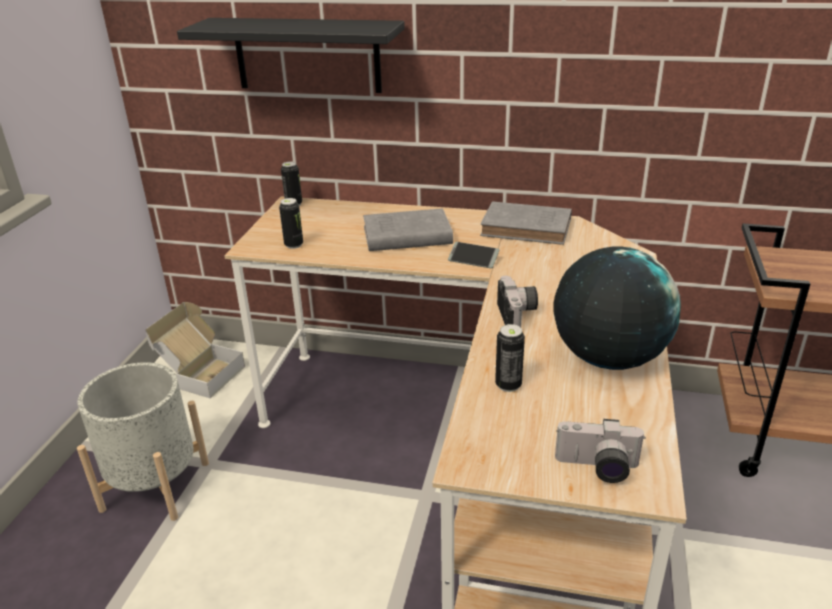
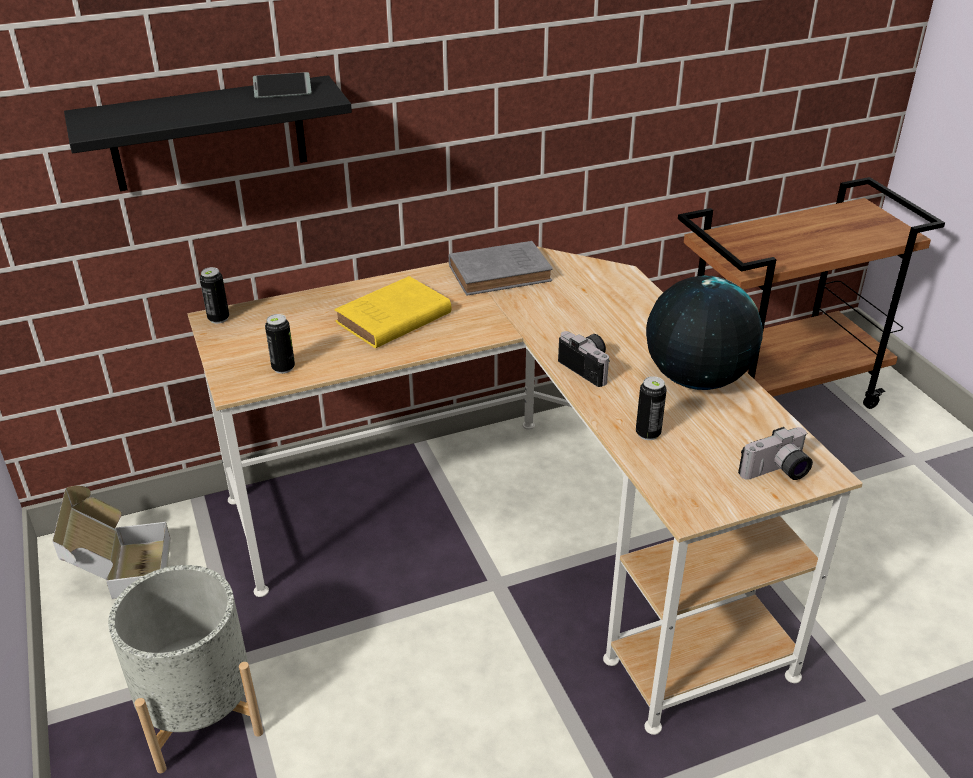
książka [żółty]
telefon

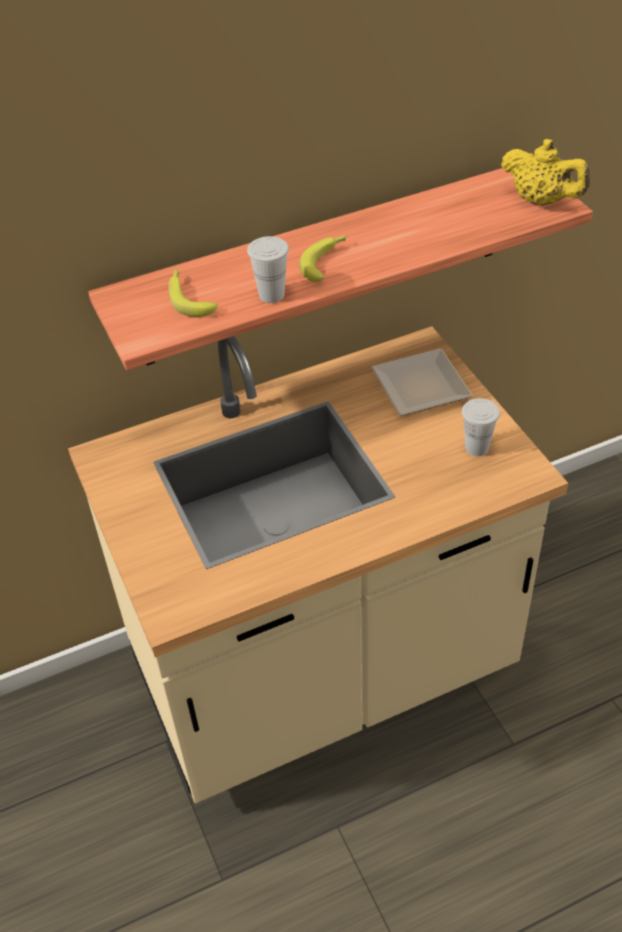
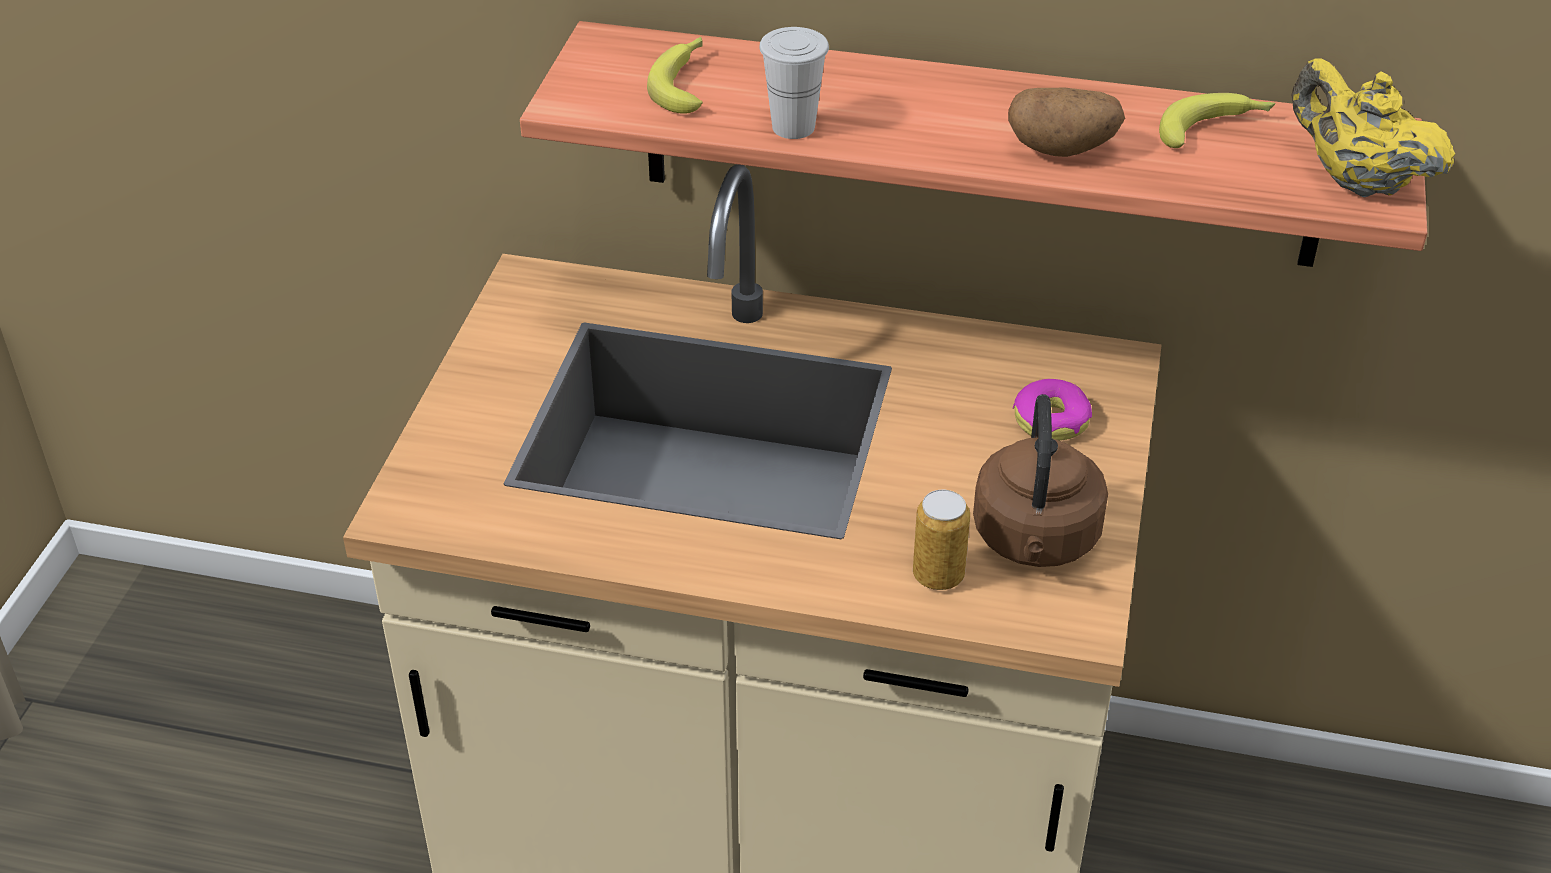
banan (no. 2 from left)
donut
czajnik [brązowy]
imbryk [żółty]
puszka
ziemniak

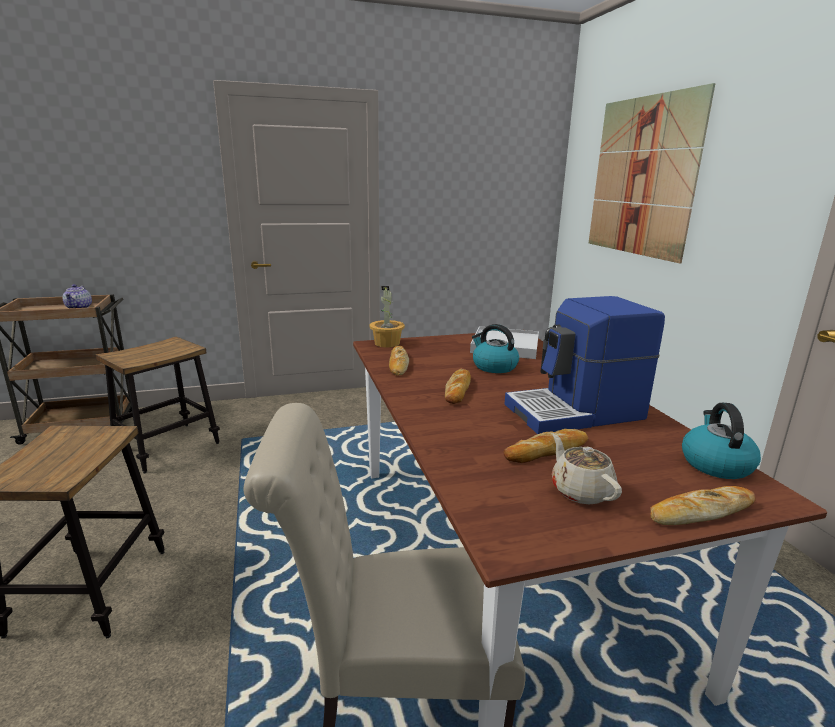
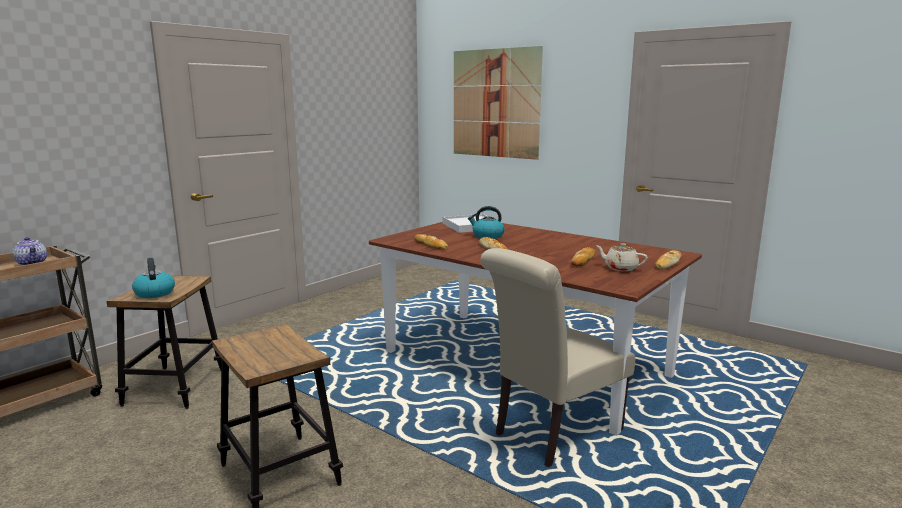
roślina doniczkowa
ekspres do kawy
czajnik (no. 1 from left)

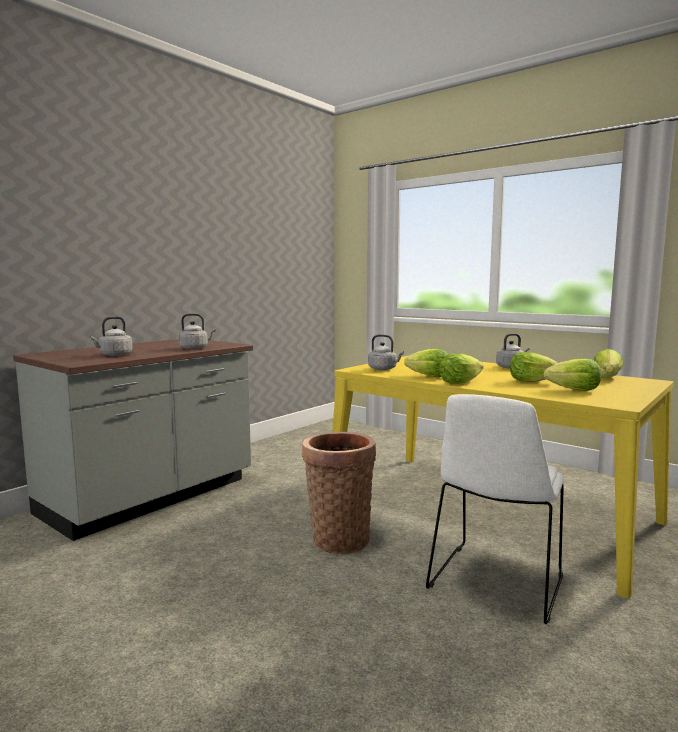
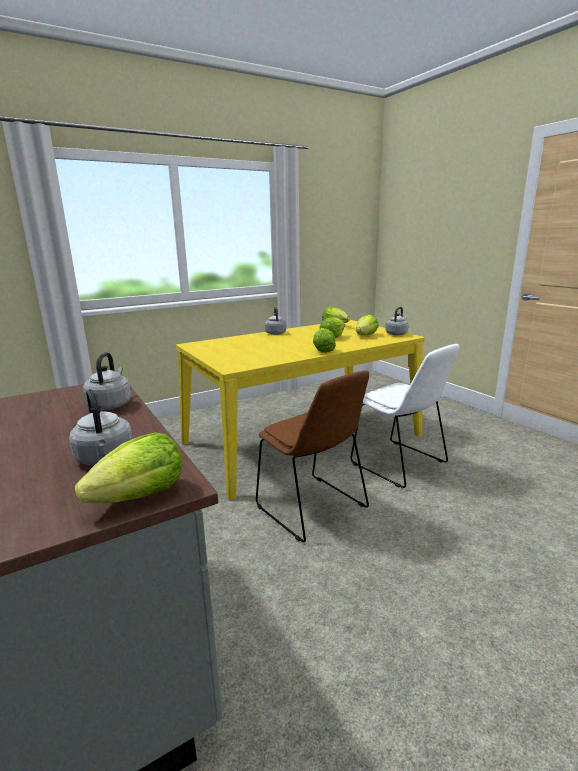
krzesło [brązowy]
czajnik [szary] (no. 4 from left)
sałata (no. 1 from left)

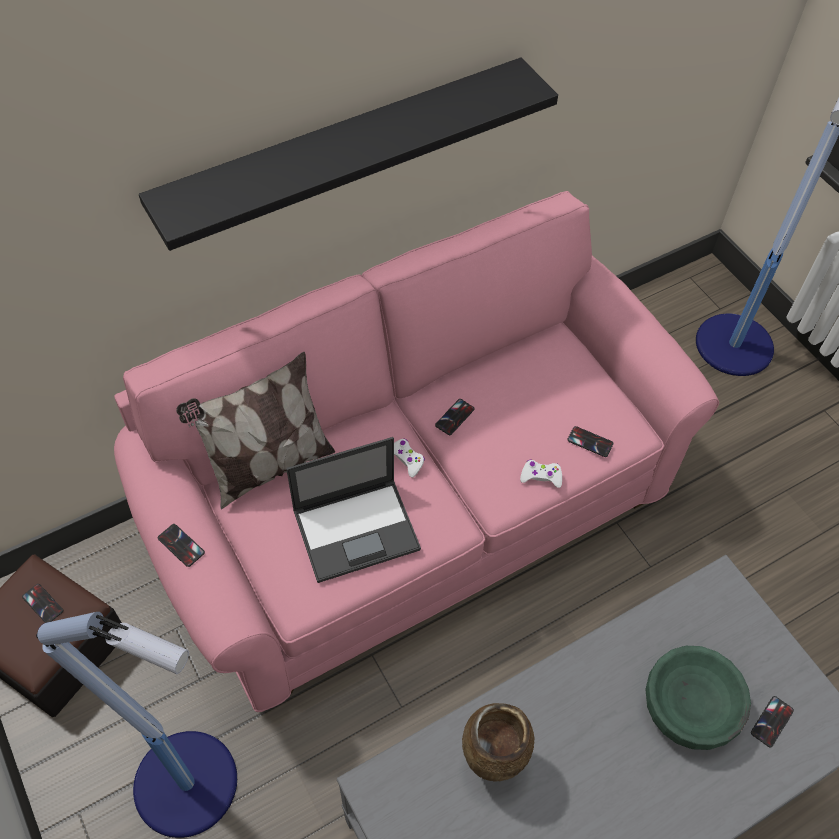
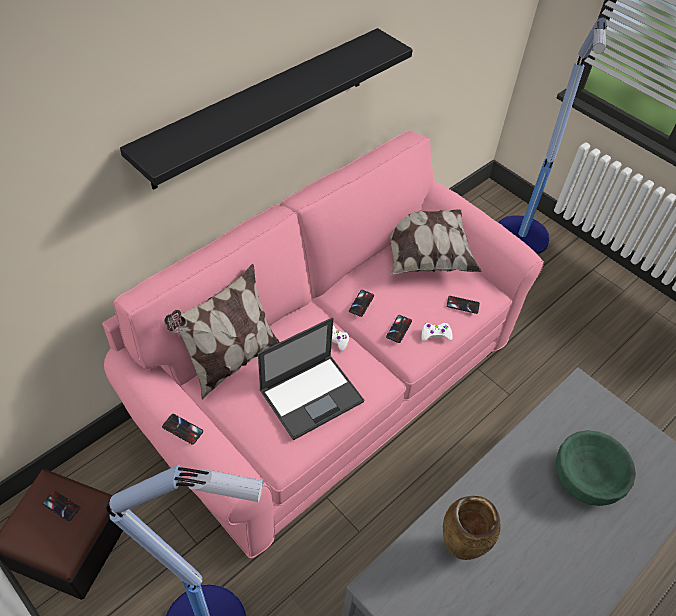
telefon (no. 4 from left)
poduszka (no. 2 from left)

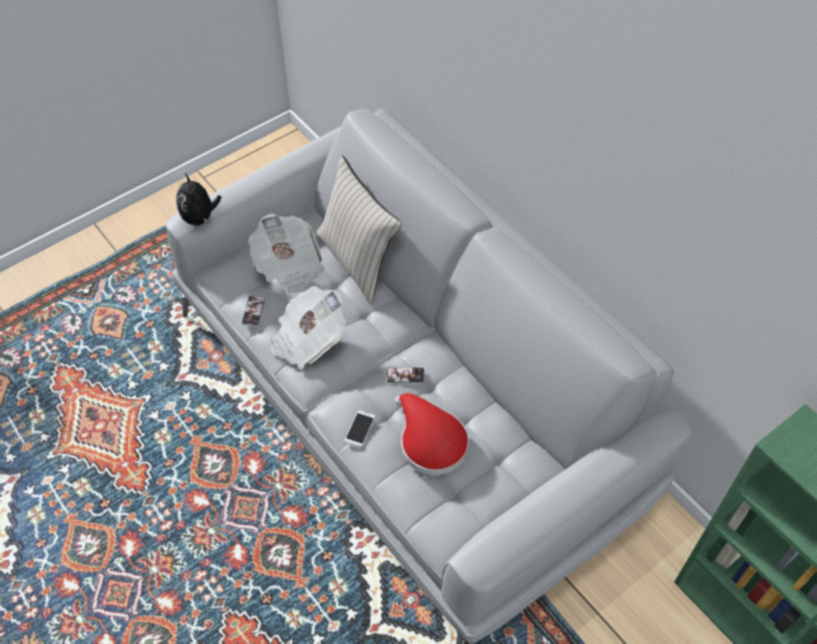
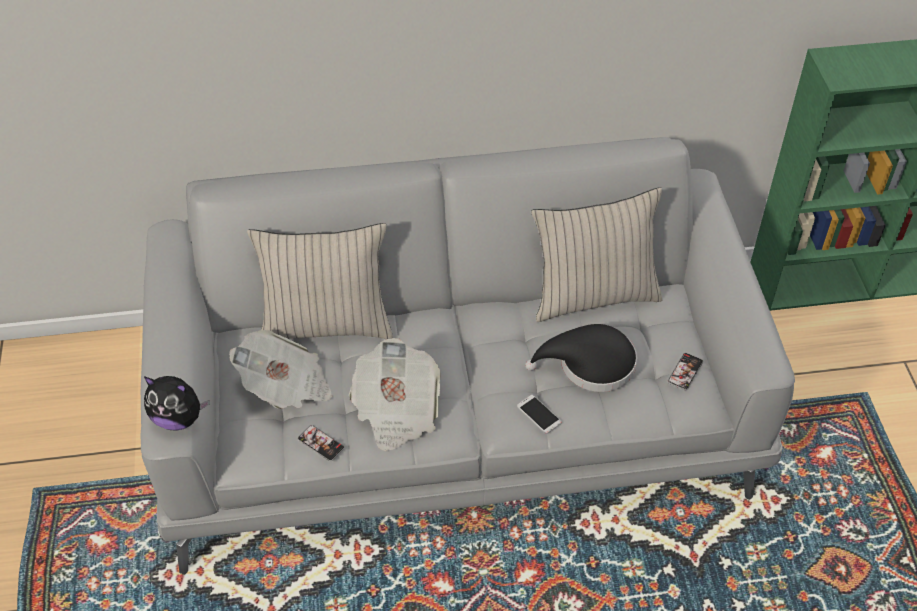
telefon (no. 3 from left)
kapelusz [czarny]
poduszka [beżowy] (no. 2 from left)

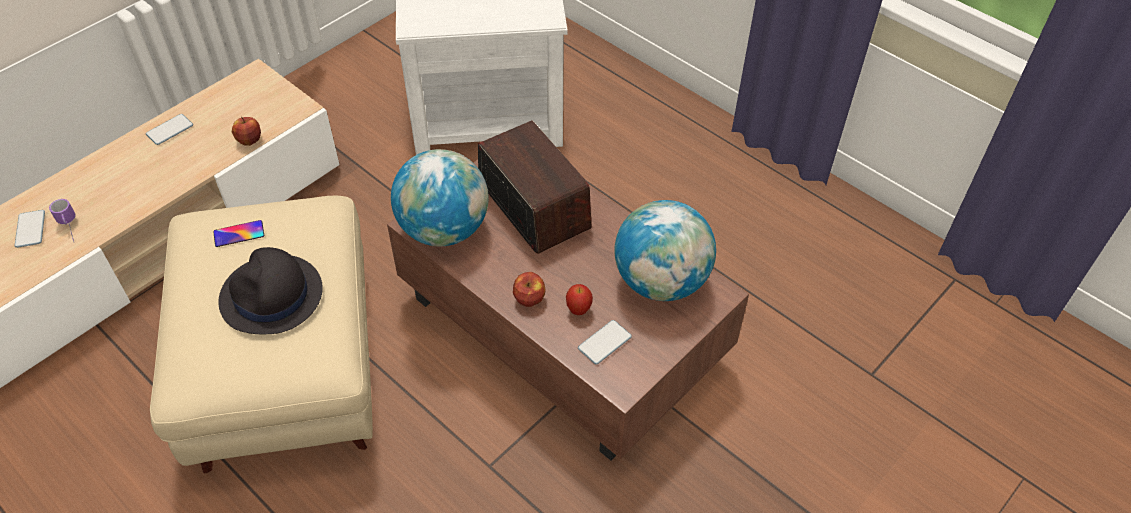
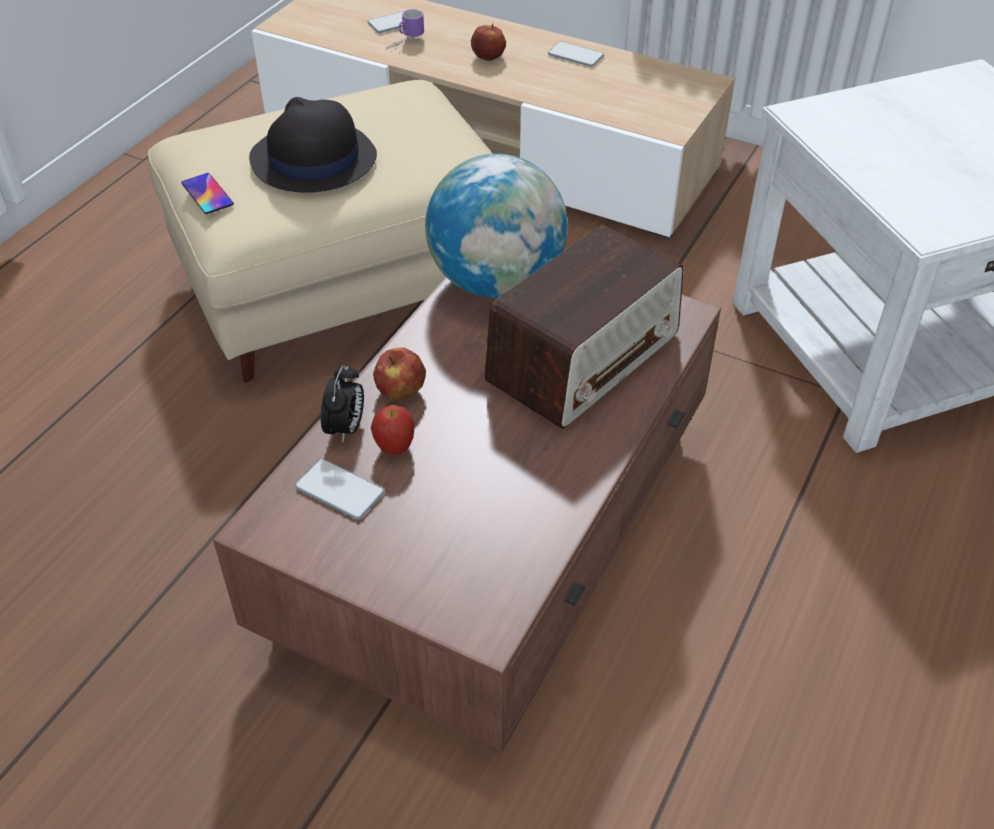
telefon (no. 1 from left)
jabłko (no. 3 from left)
globus (no. 2 from left in the first image)
budzik

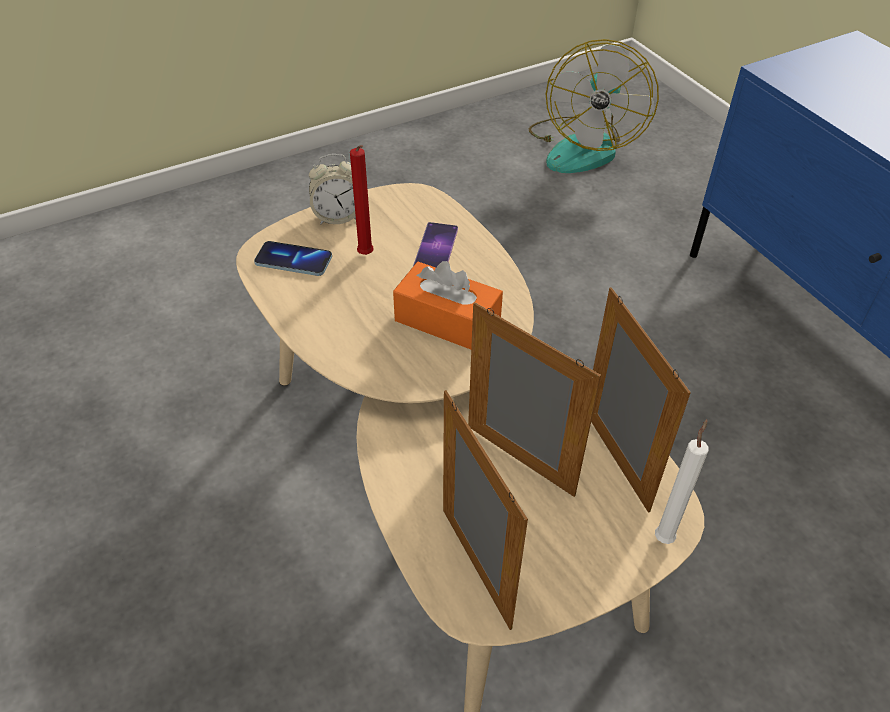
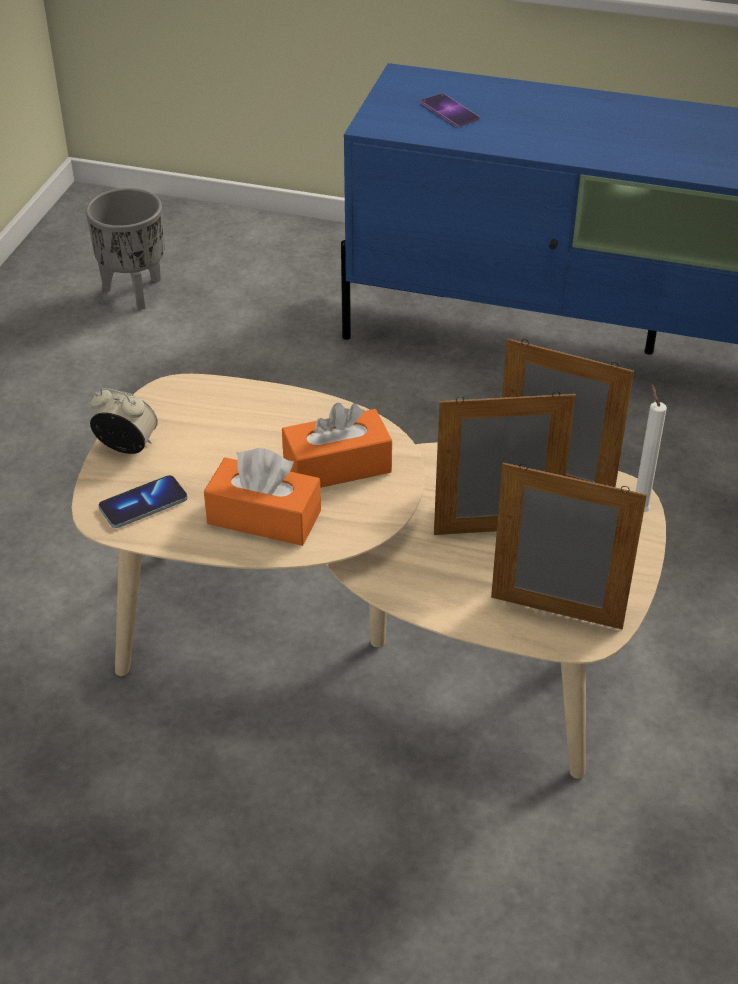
budzik
świeca [czerwony]
telefon (no. 2 from left)
donica [szary]
pudełko chusteczek [pomarańczowy] (no. 1 from left)

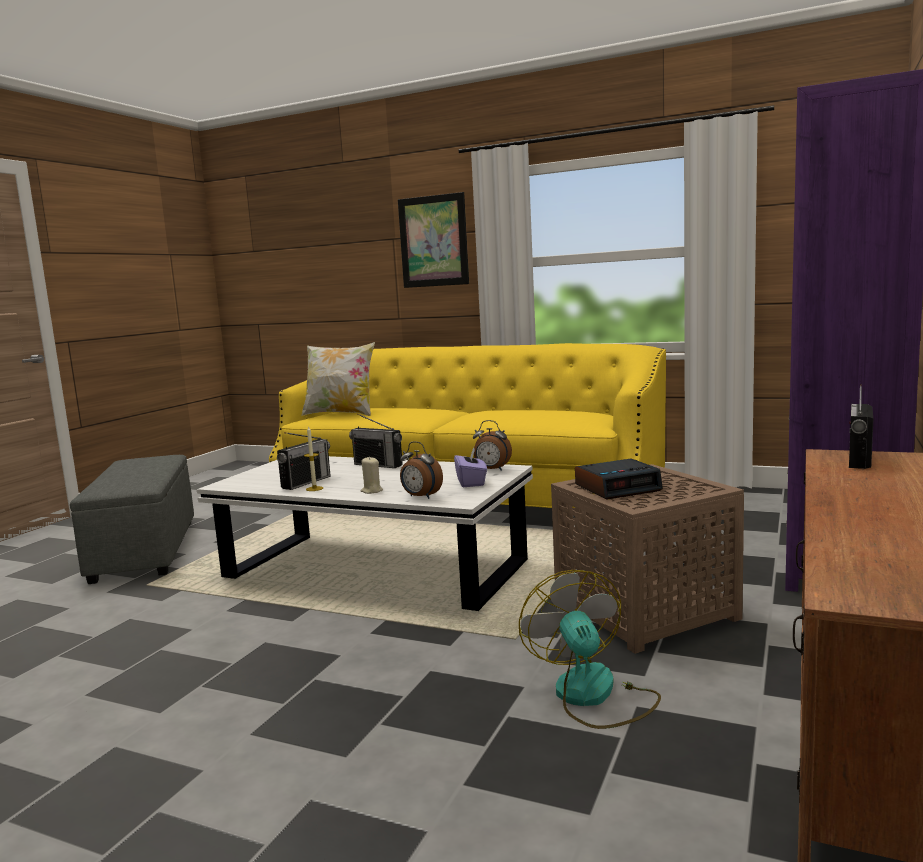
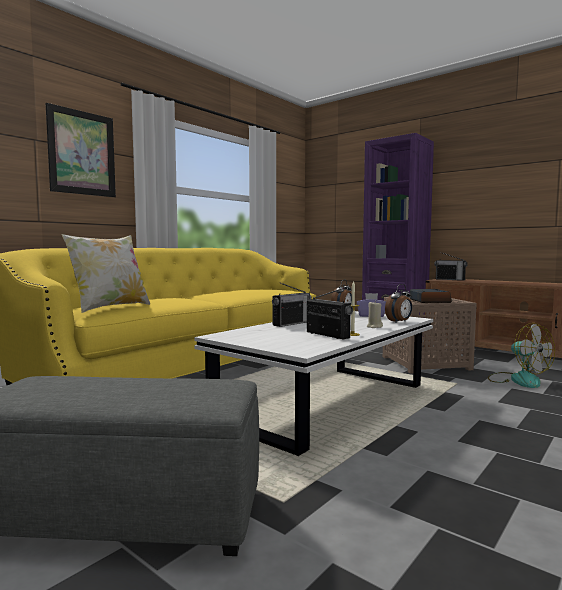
wentylator

